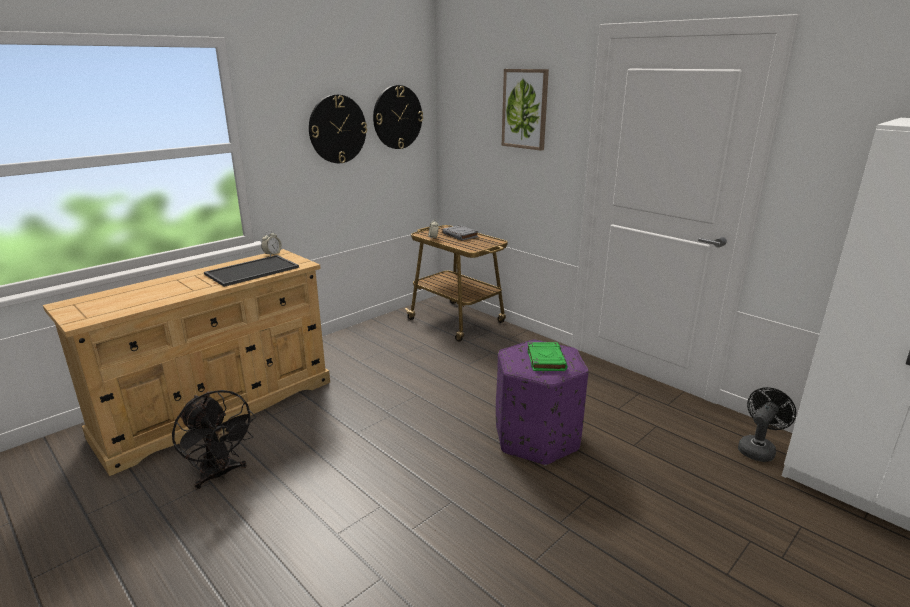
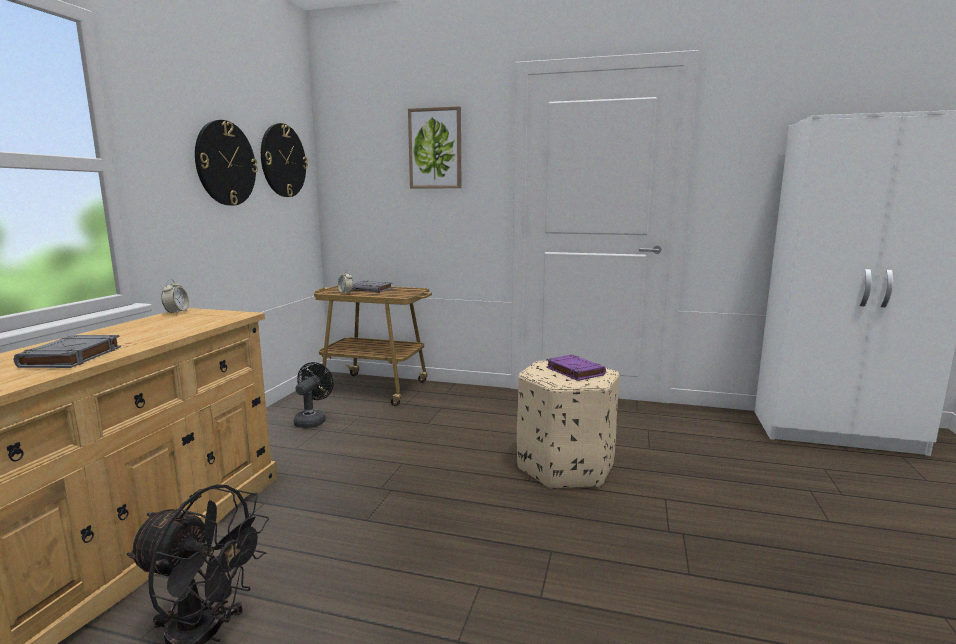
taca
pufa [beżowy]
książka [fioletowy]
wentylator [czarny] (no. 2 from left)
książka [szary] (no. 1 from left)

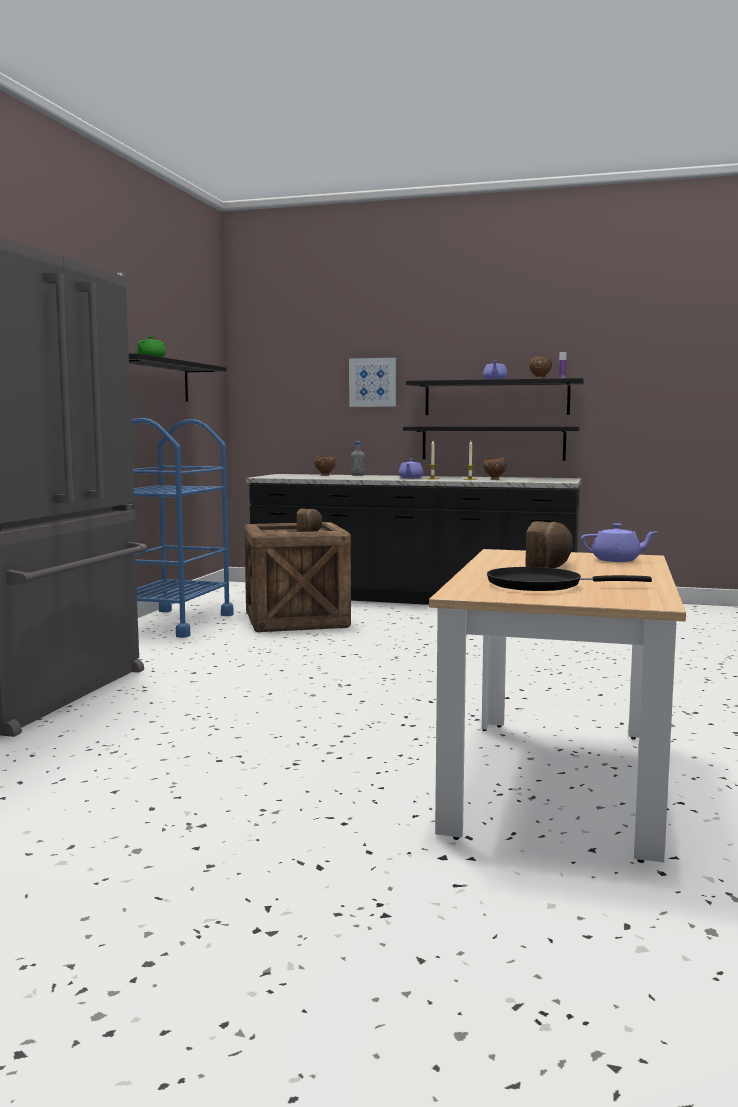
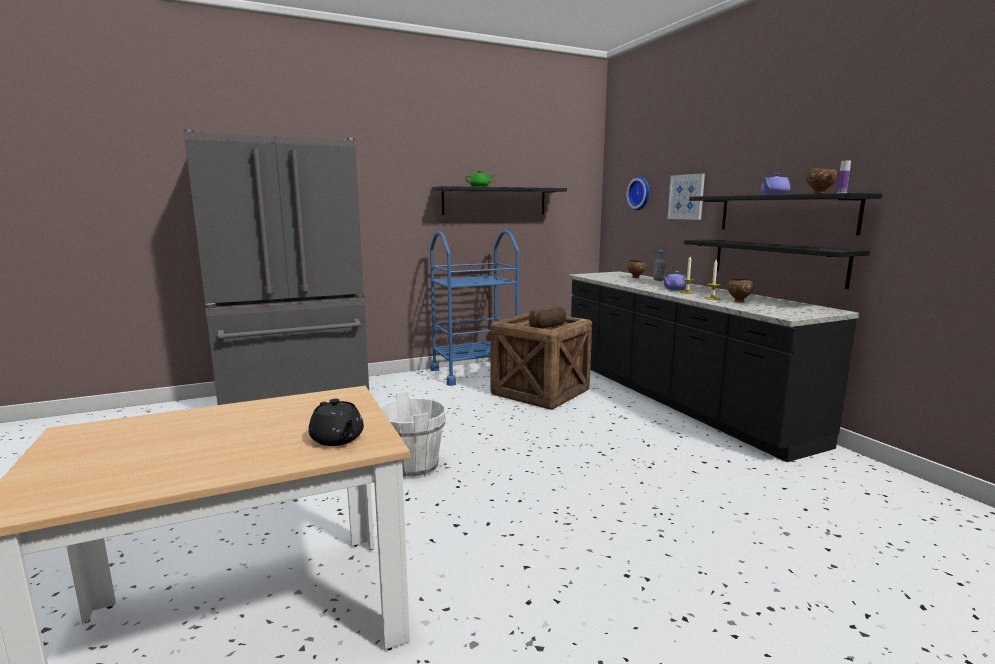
patelnia [czarny]
chleb (no. 2 from left in the first image)
imbryk [czarny]
wiadro [biały]
zegar ścienny

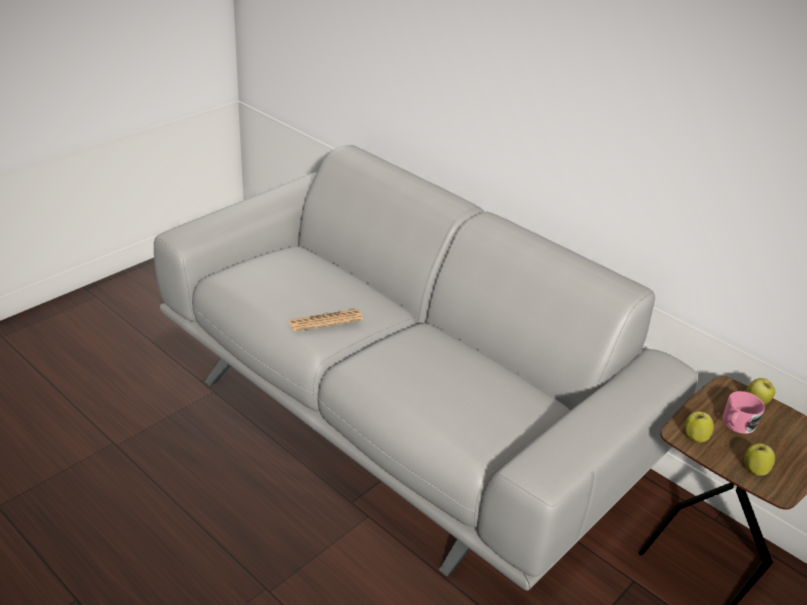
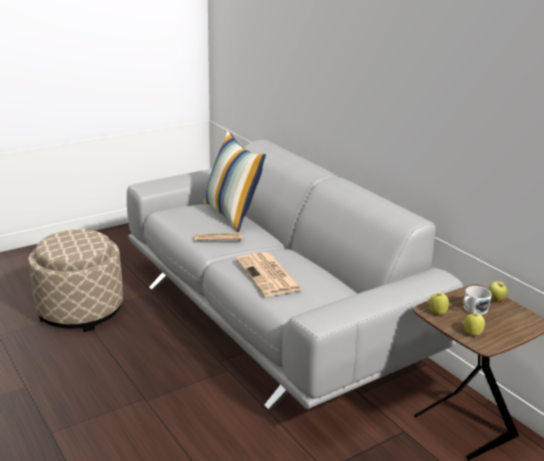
kubek [biały]
pufa [beżowy]
poduszka
gazeta (no. 2 from left)

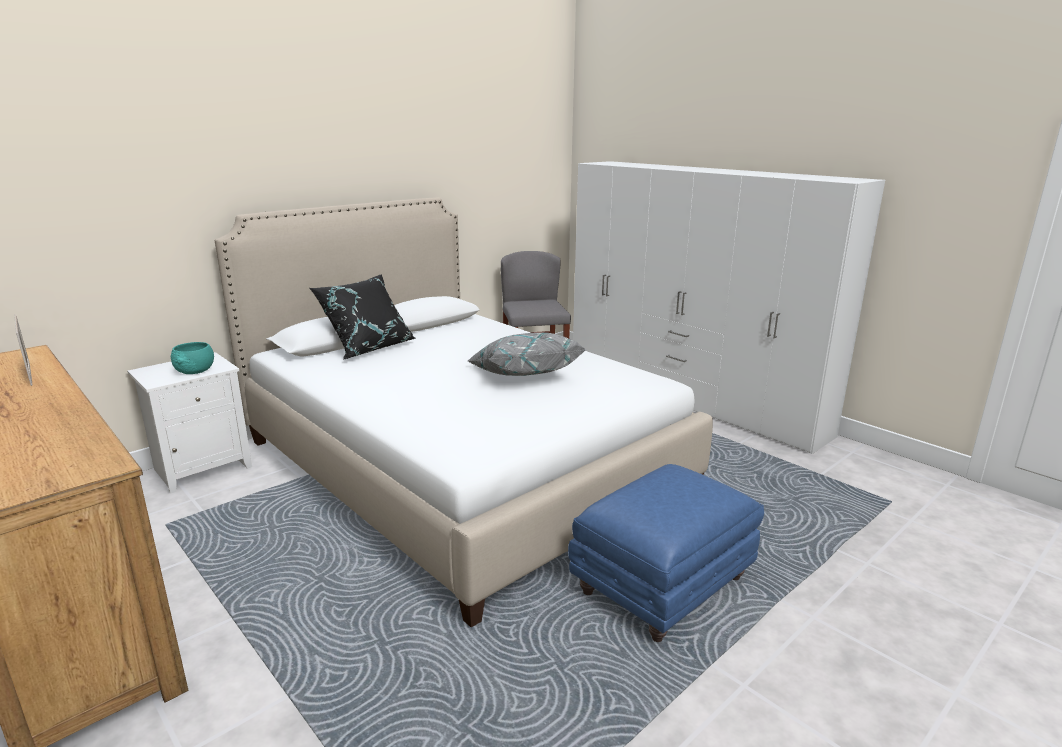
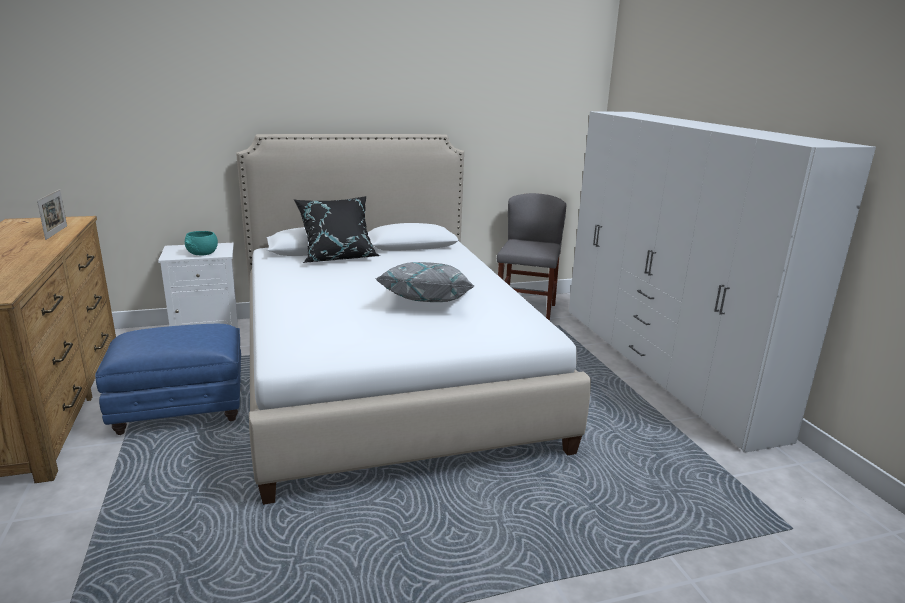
pufa [niebieski]

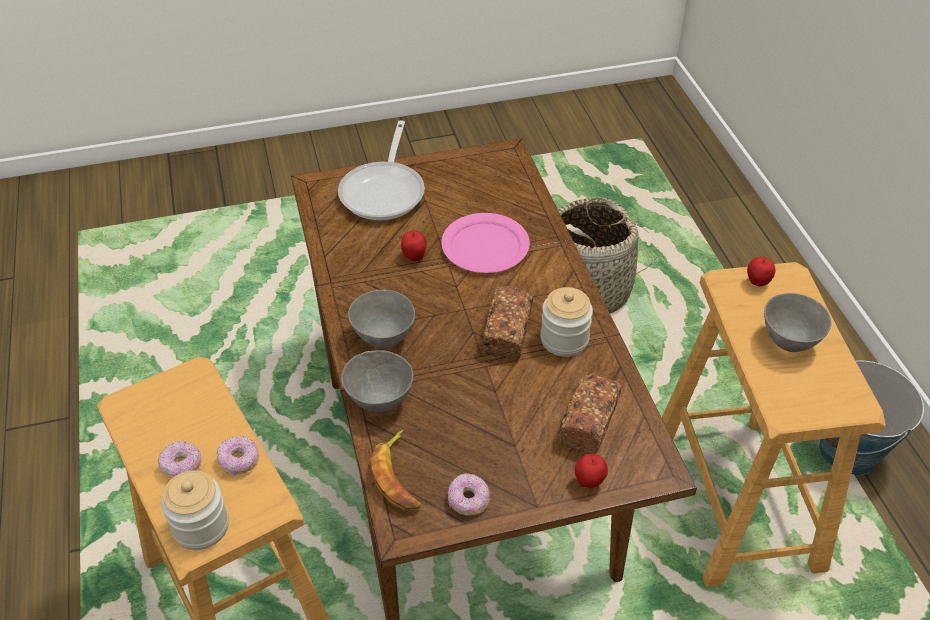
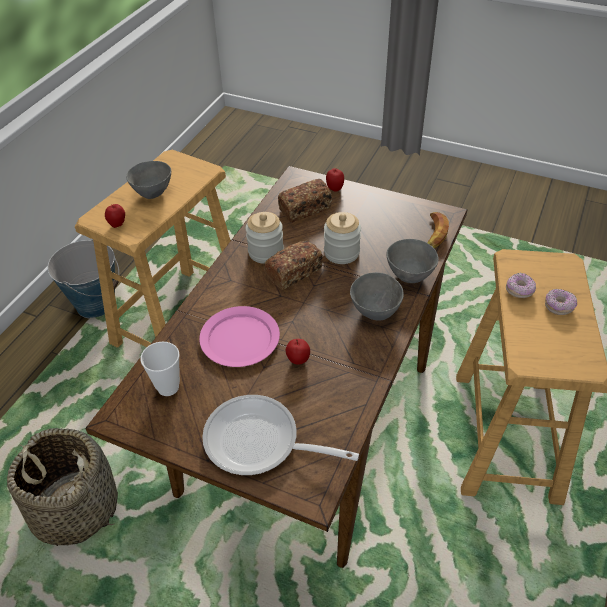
słoik (no. 2 from left)
patelnia
donut (no. 3 from left in the first image)
filiżanka

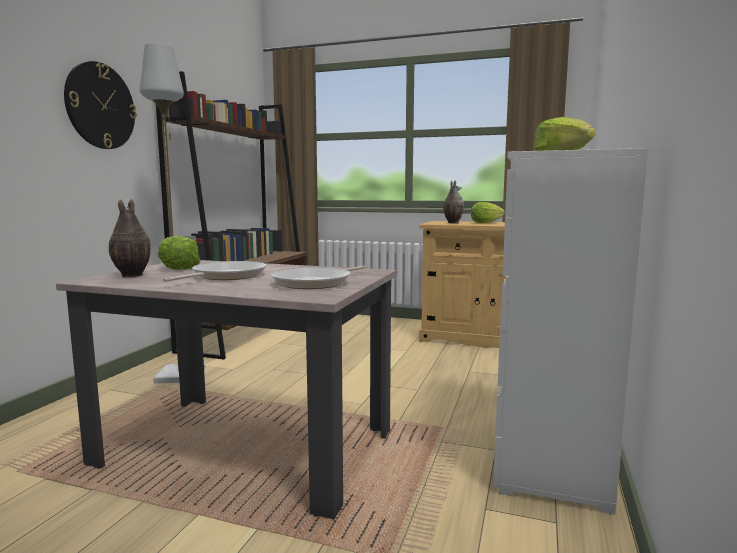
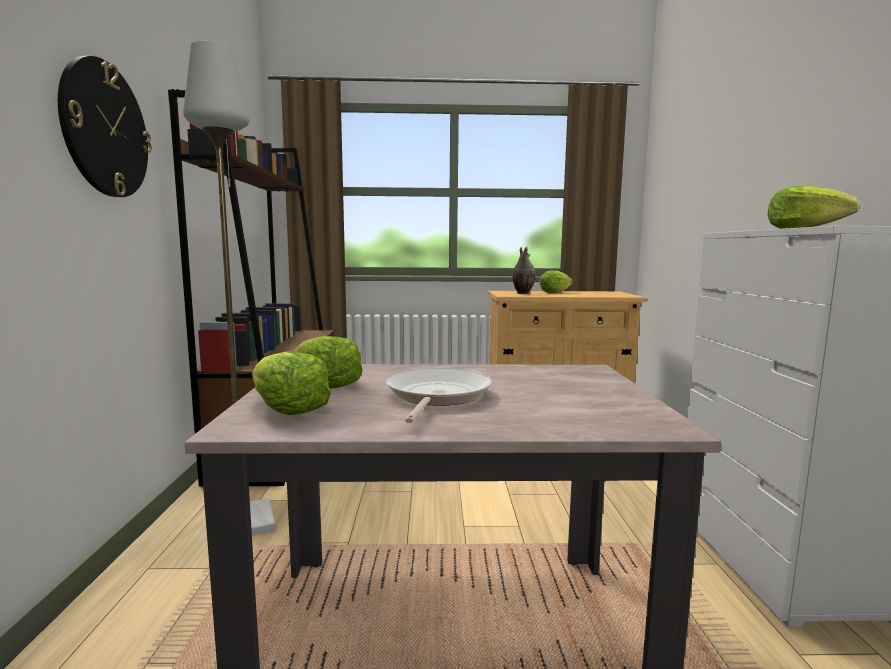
sałata (no. 1 from left)
patelnia (no. 2 from left in the first image)

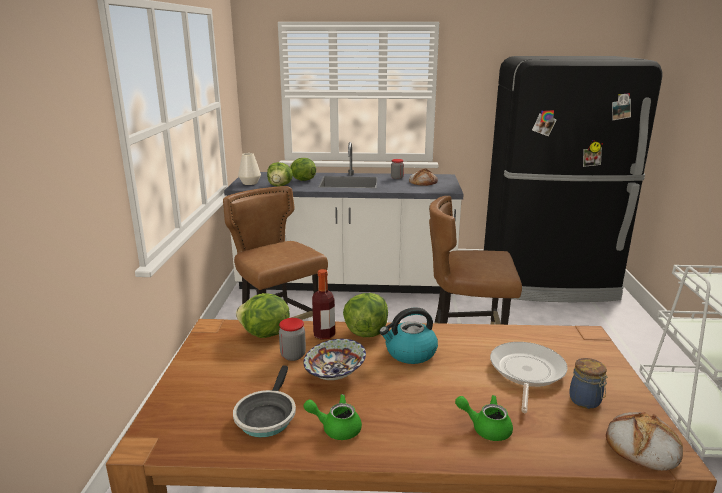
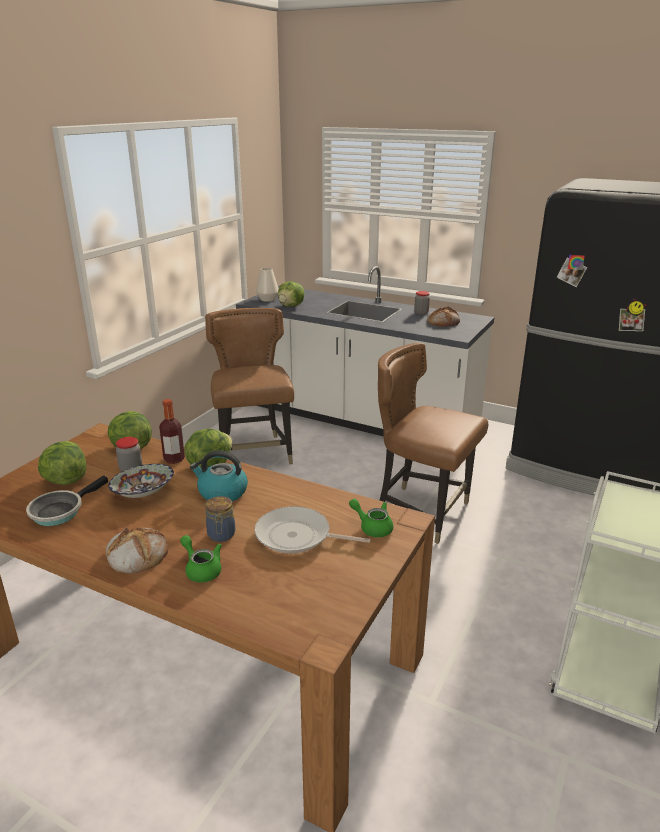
sałata (no. 1 from left)
imbryk [zielony] (no. 2 from left)
patelnia (no. 2 from left)
słoik (no. 2 from left)
chleb (no. 1 from left)

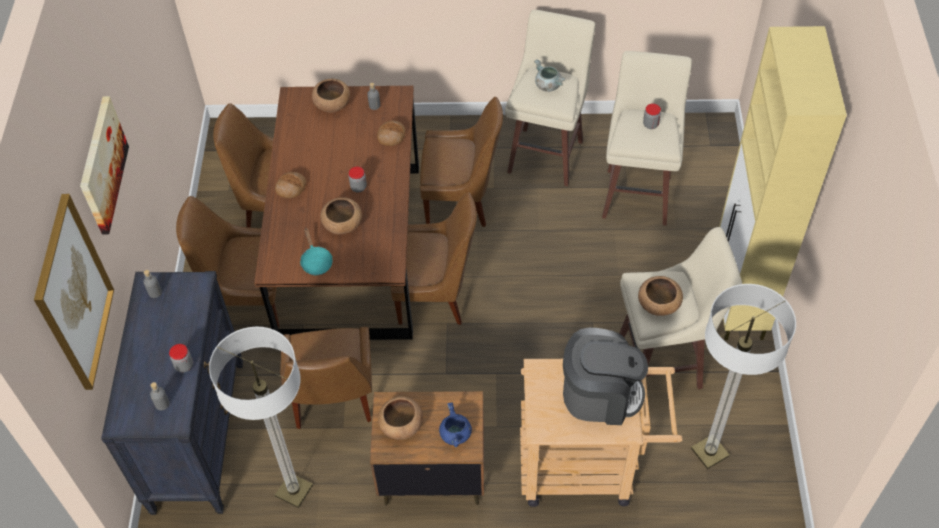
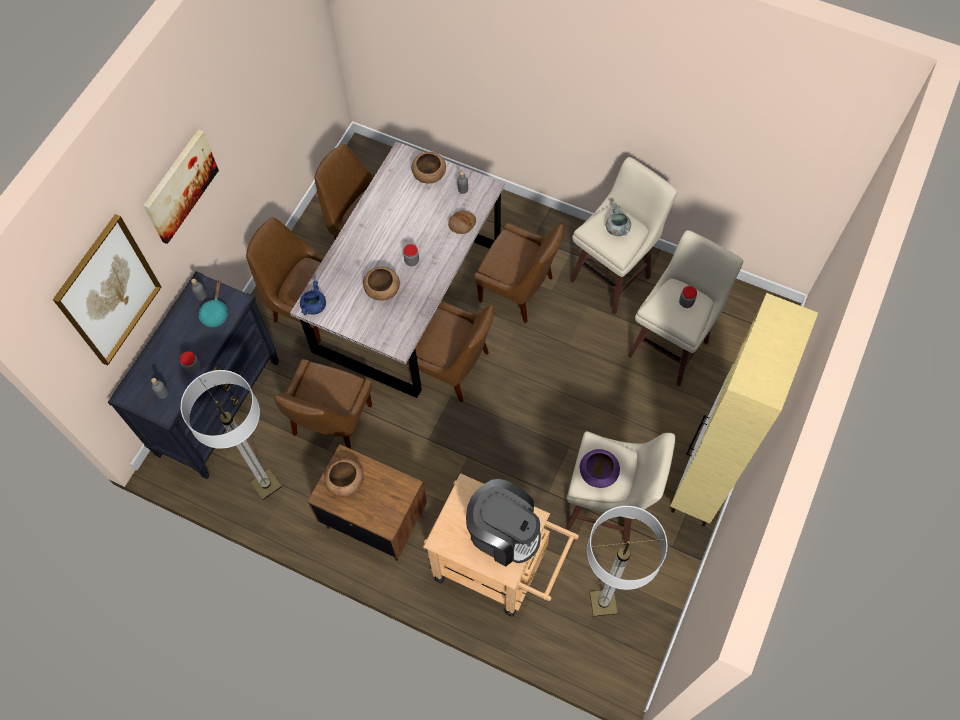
stół jadalny [szary]
chleb (no. 1 from left in the first image)
patelnia [turkusowy]
garnek [niebieski]
miska [fioletowy]

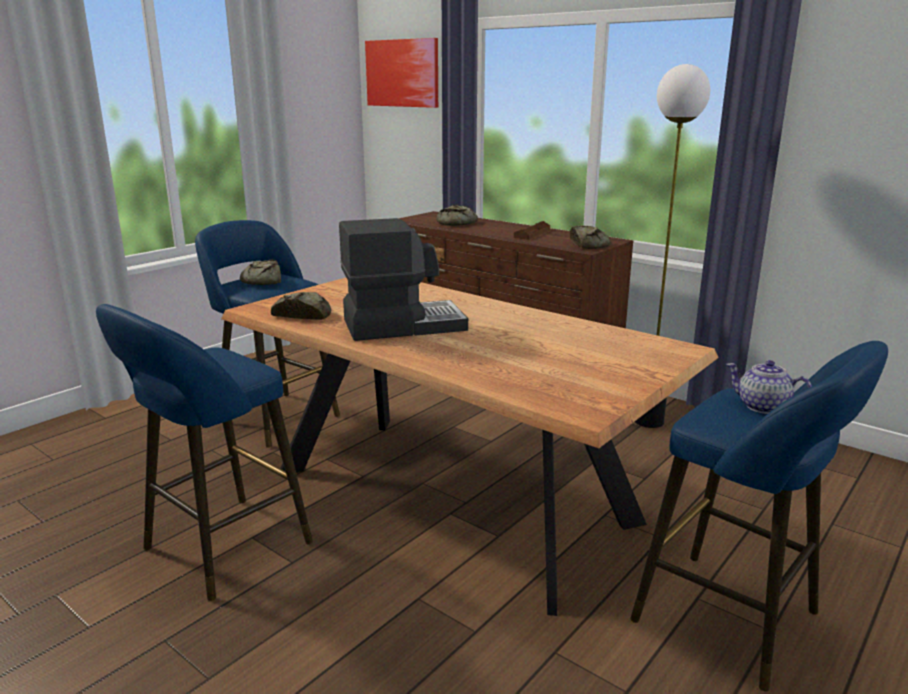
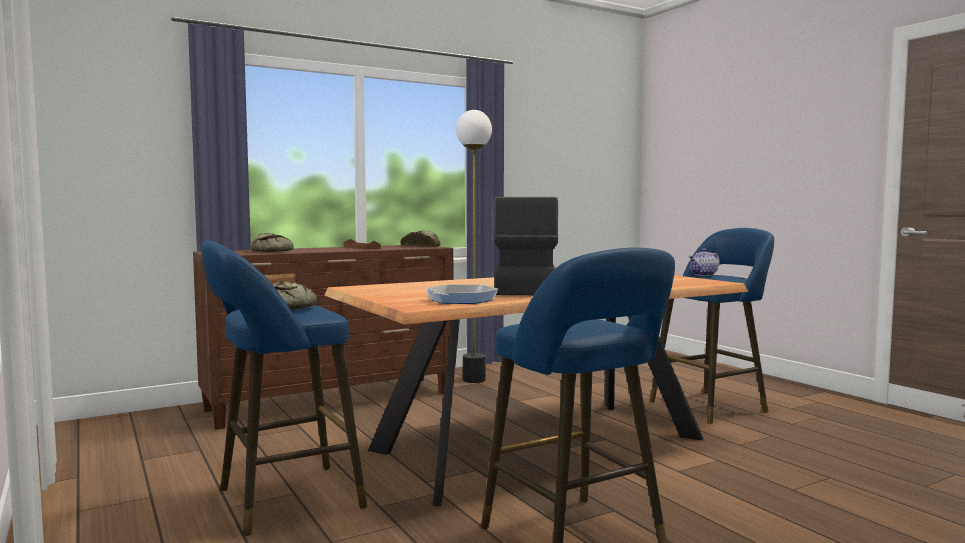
patelnia
obraz

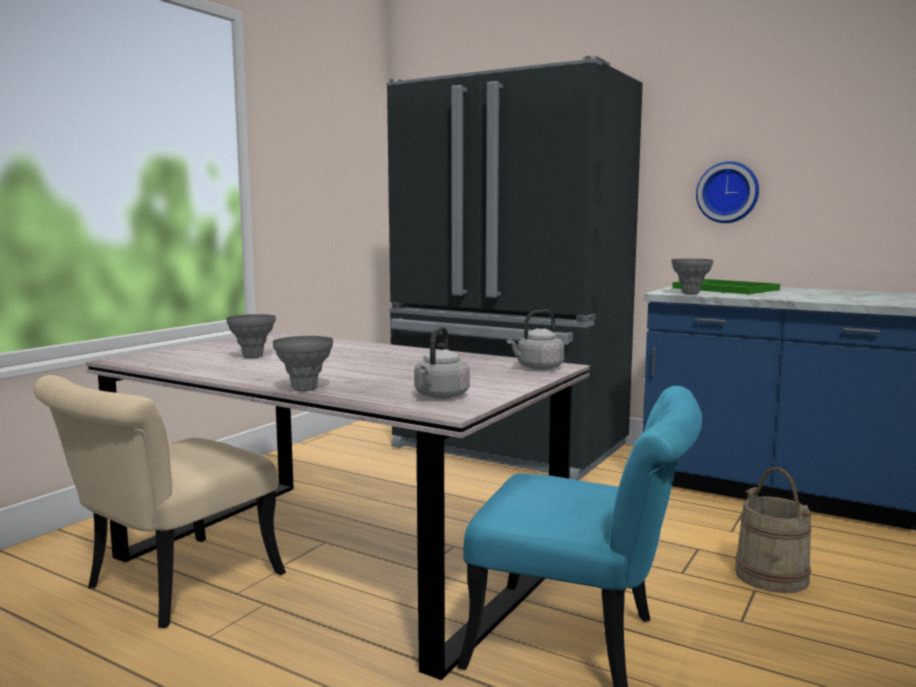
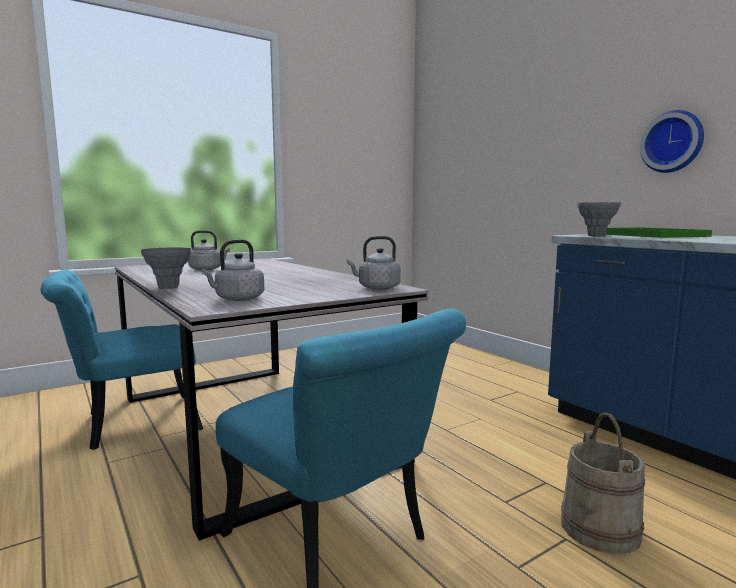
krzesło [turkusowy] (no. 1 from left)
czajnik [szary] (no. 1 from left)
lodówka [czarny]

